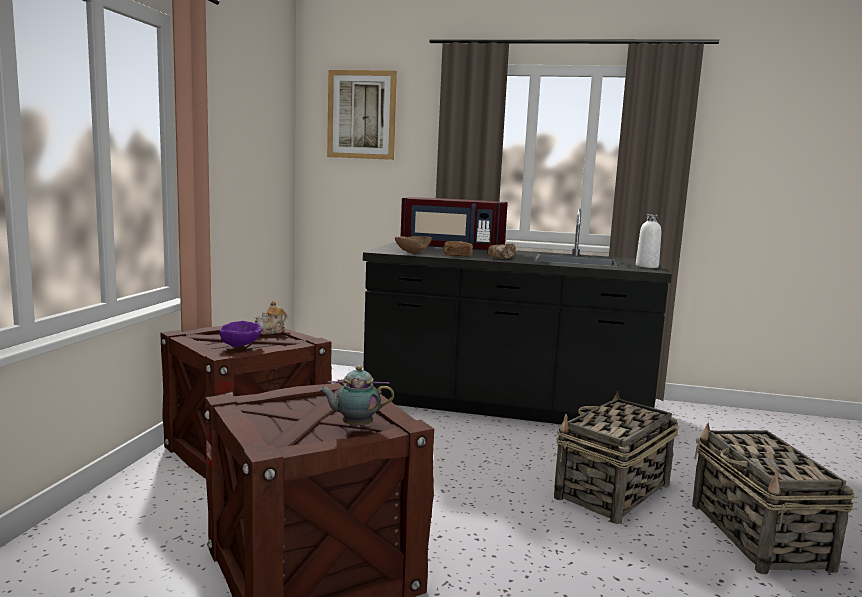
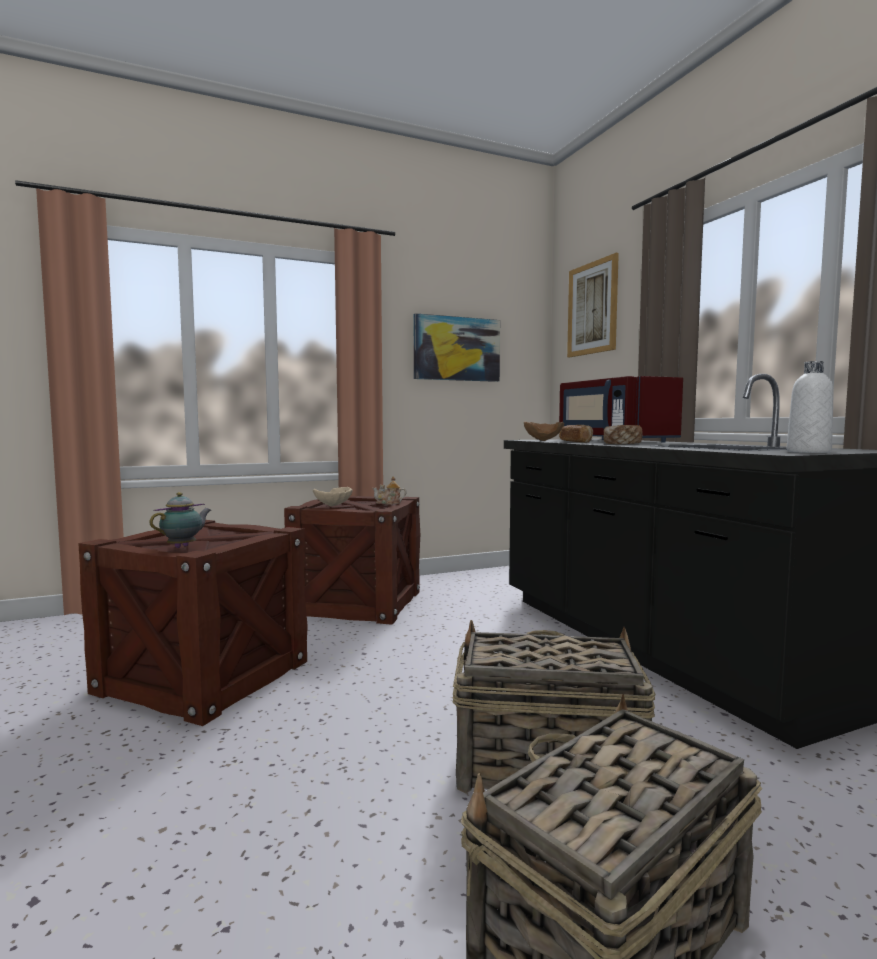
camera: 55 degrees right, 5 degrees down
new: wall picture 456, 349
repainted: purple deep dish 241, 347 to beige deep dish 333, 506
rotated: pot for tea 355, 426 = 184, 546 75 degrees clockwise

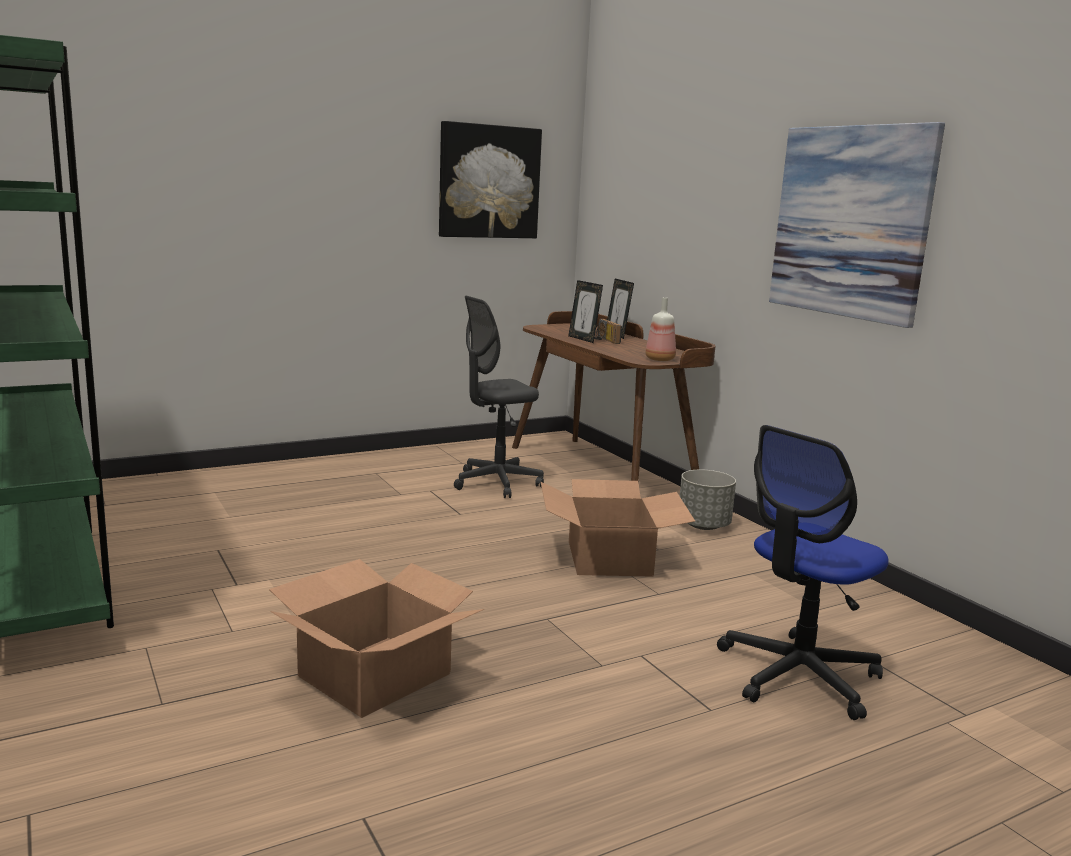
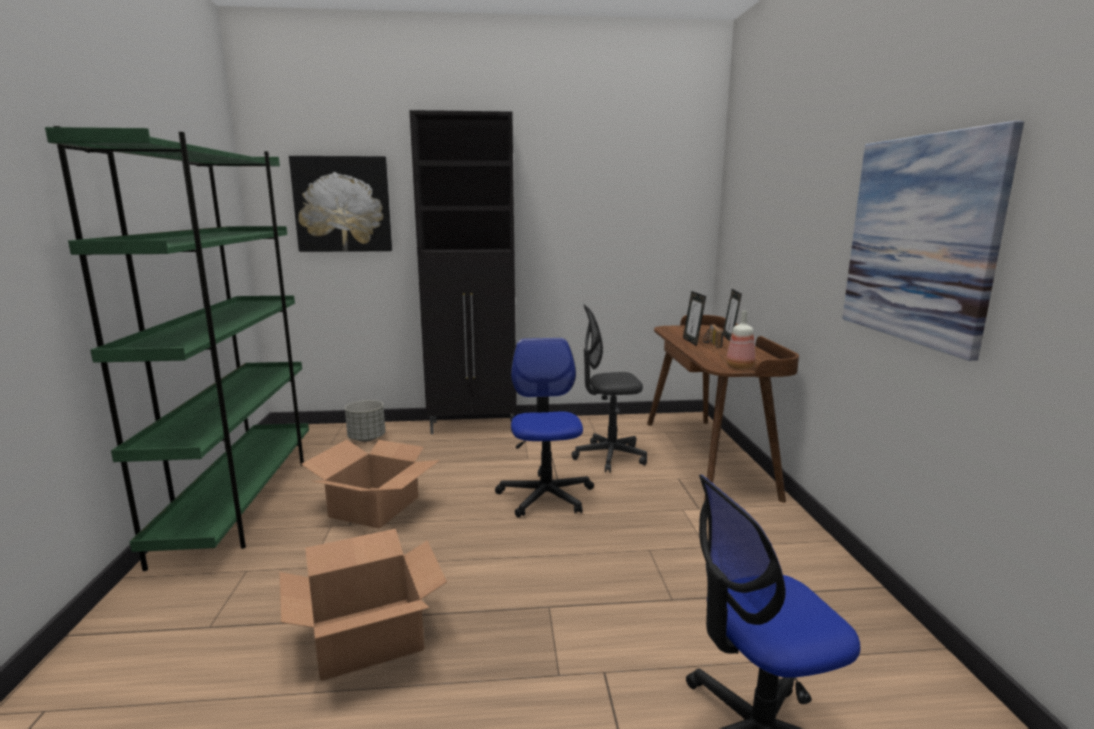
camera: 25 degrees right, 0 degrees up
new: blackish cabinet 474, 426; computer chair 545, 496
shifted: wall picture 489, 182 to 342, 204; cardboard box 610, 558 to 375, 507; greyish planter 703, 525 to 367, 438

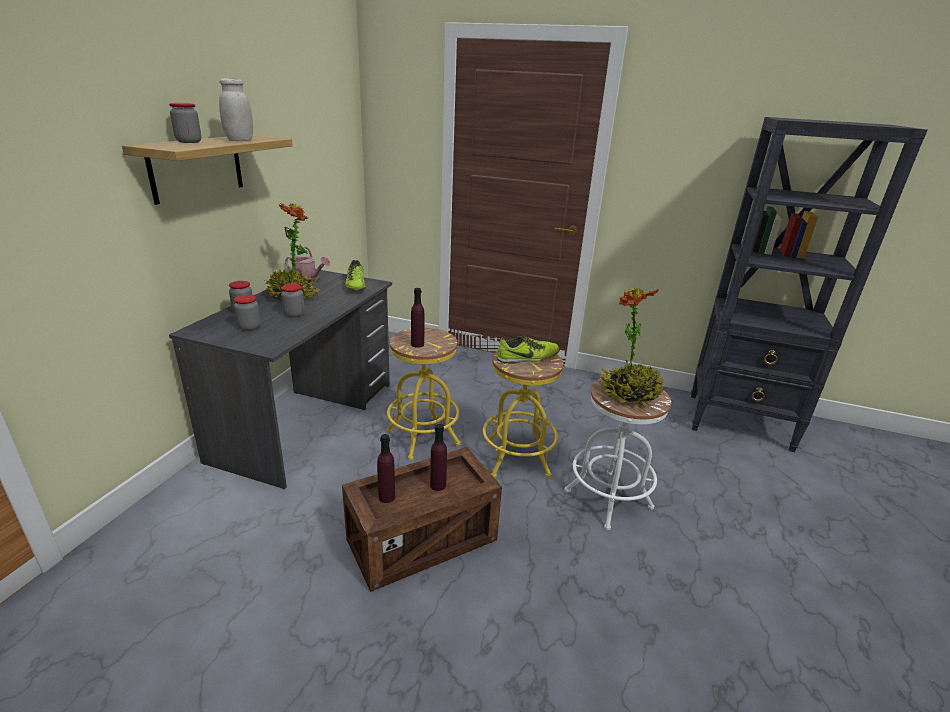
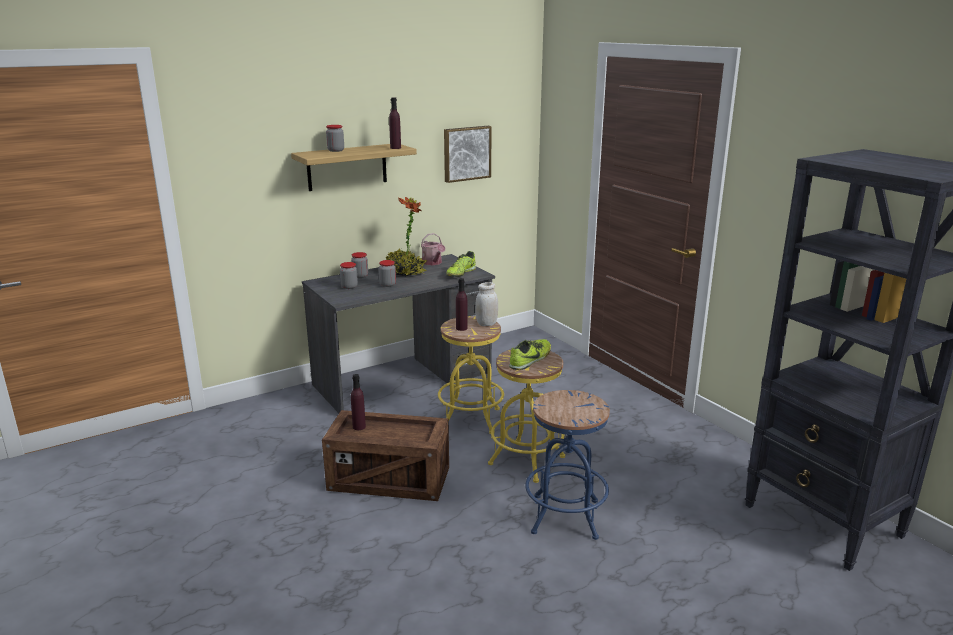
camera: 40 degrees right, 5 degrees down
gone: potted plant 629, 394
new: wall picture 466, 153
shifted: purple beverage bottle 438, 485 to 395, 148; white-coloured preserve jar 240, 140 to 486, 324
repainted: white-coloured sitting stool 608, 499 to blue sitting stool 565, 516
rotated: shoe 527, 358 = 531, 360 75 degrees counterclockwise

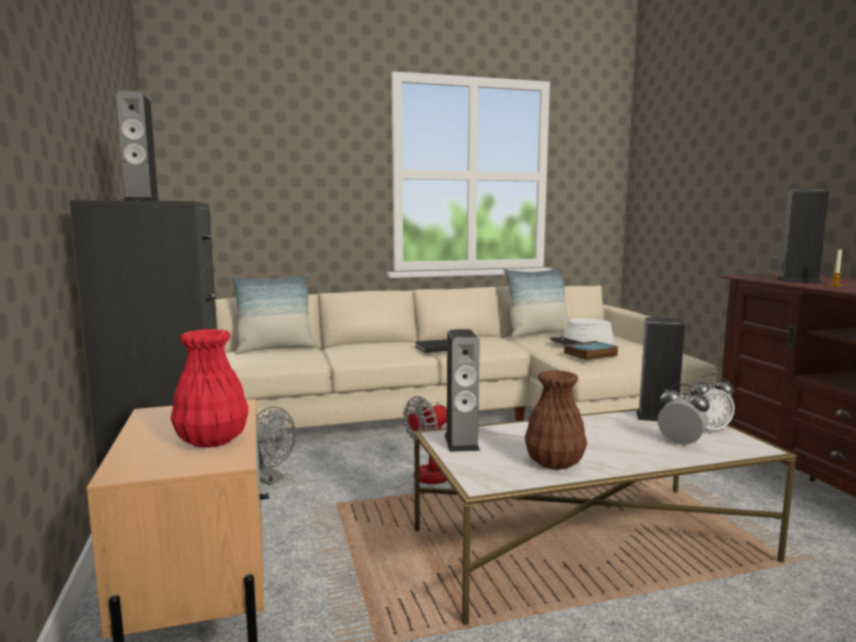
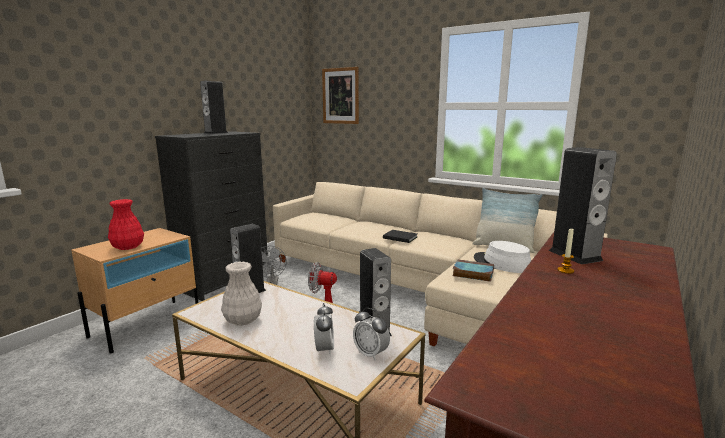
camera: 50 degrees right, 5 degrees up
gone: pillow 275, 349
new: wall picture 340, 96
repainted: brown vase 554, 463 to white-coloured vase 242, 320

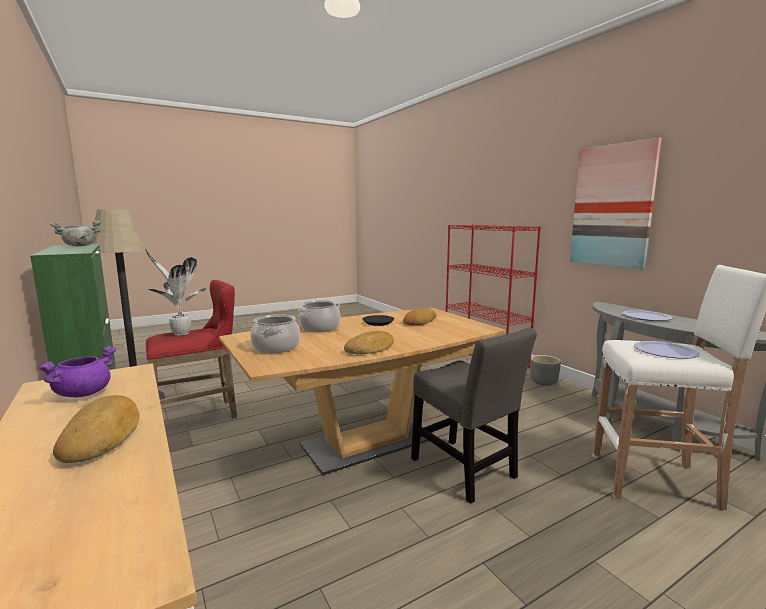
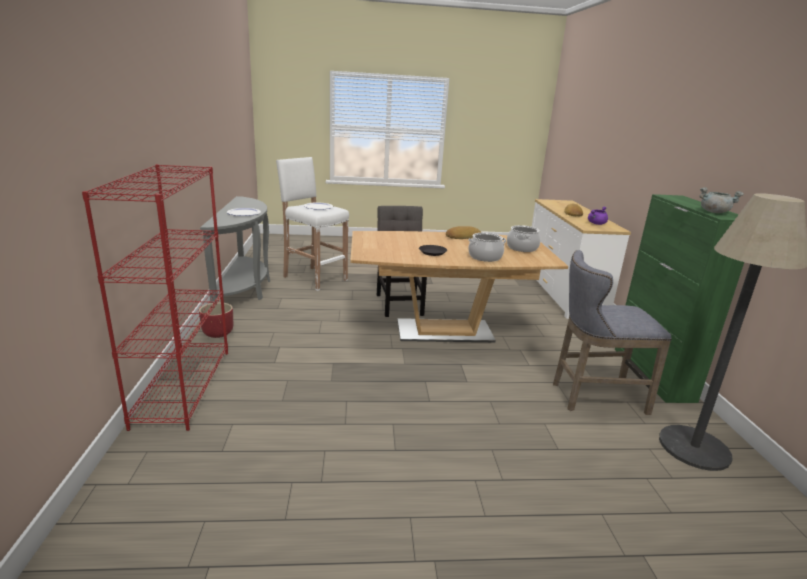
camera: 155 degrees left, 10 degrees up
gone: potted plant 179, 333; bakery bread 419, 321; wall picture 612, 206
repainted: greyish planter 544, 382 to reddish planter 218, 333; reddish sitting stool 200, 416 to greyish sitting stool 593, 397

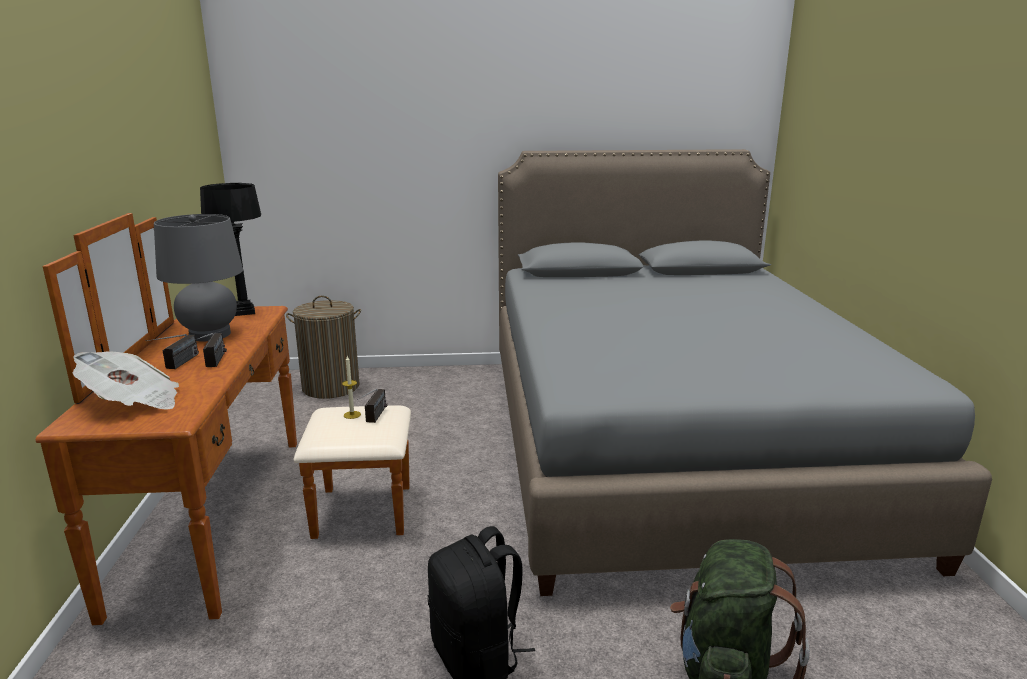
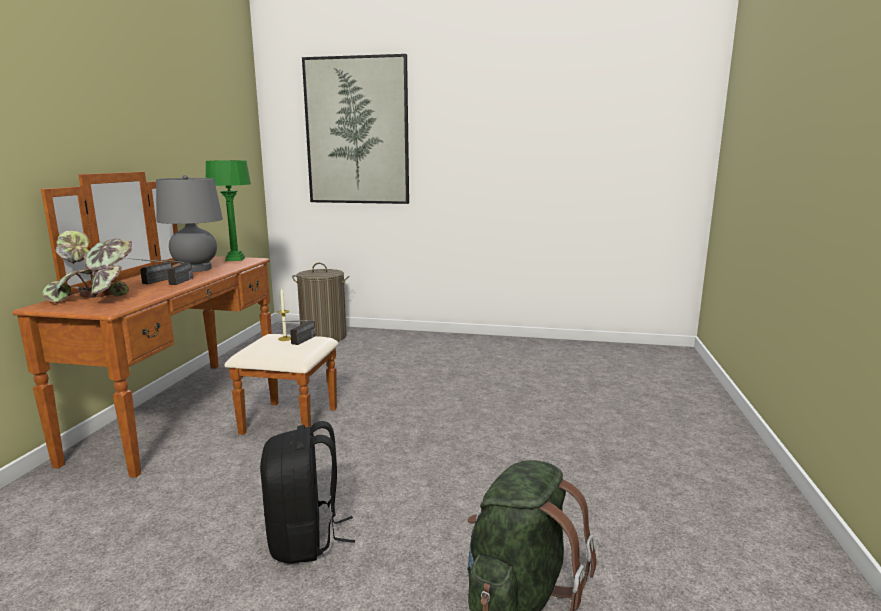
camera: 15 degrees right, 5 degrees down
gone: greyish bed 668, 443
new: wall picture 357, 131
swapped: daily paper 134, 403 to potted plant 96, 298
repainted: blackish tabletop lamp 244, 312 to green tabletop lamp 235, 259

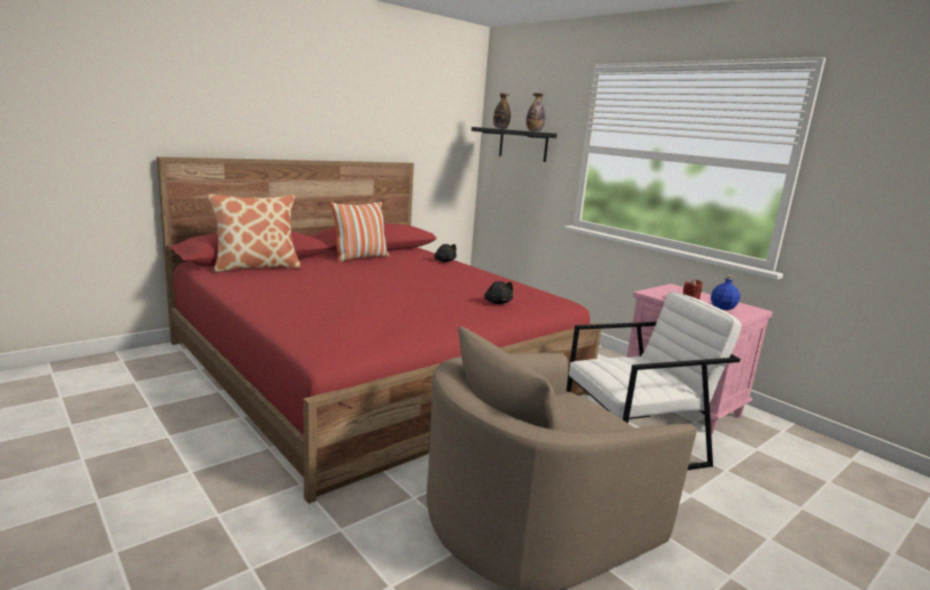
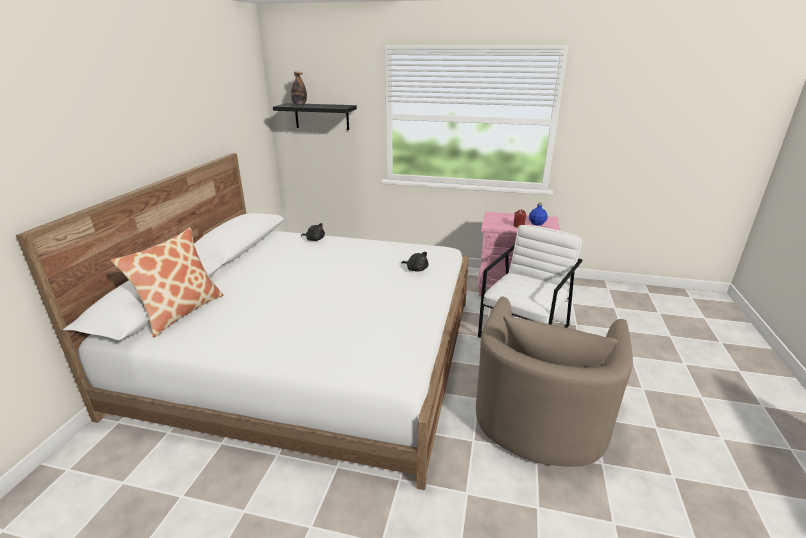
camera: 35 degrees left, 10 degrees up
gone: pillow 360, 258; beverage bottle 534, 131
repainted: reddish bed 373, 367 to white-coloured bed 311, 352

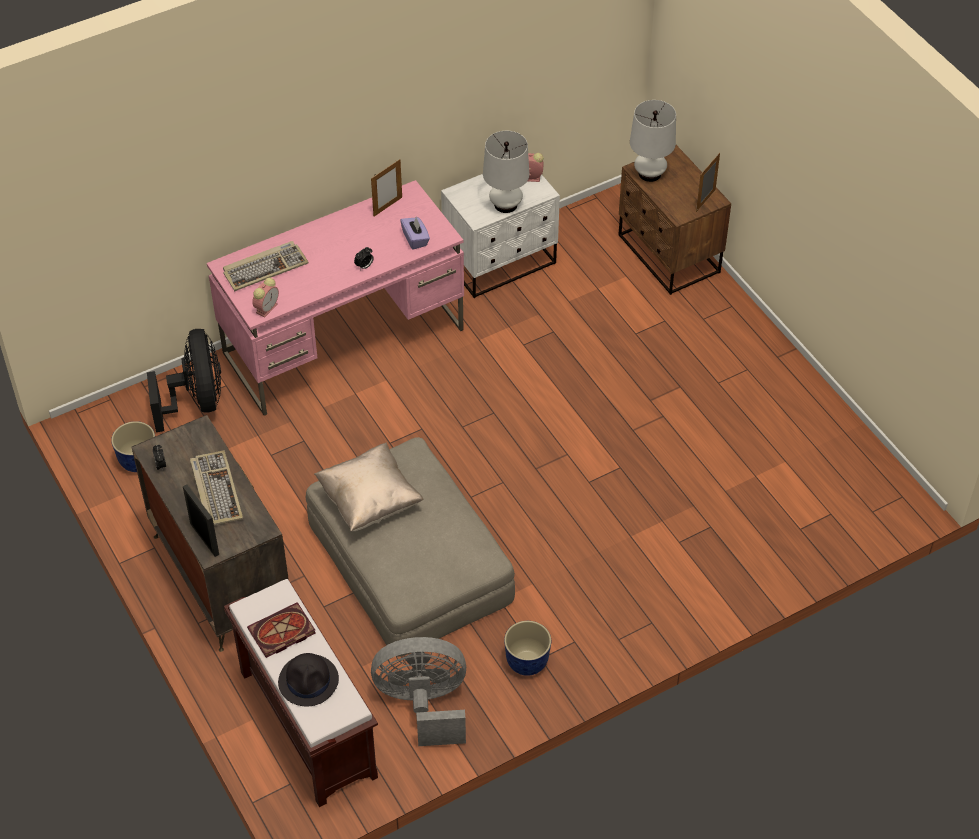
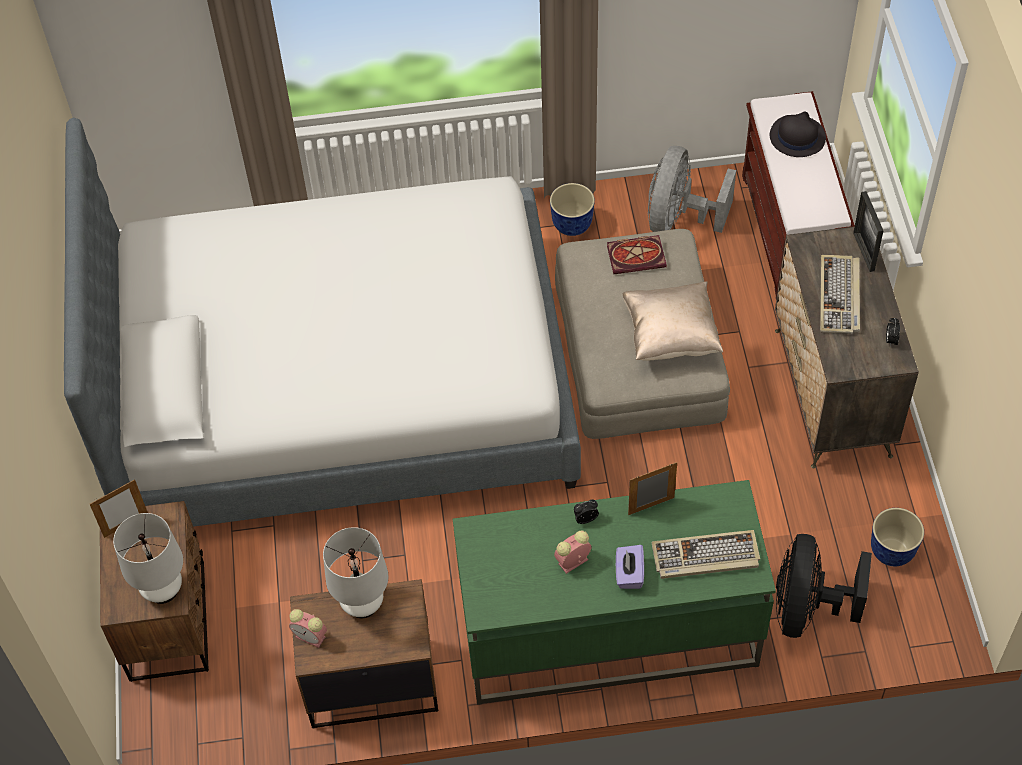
camera: 155 degrees left, 5 degrees up
new: bed 340, 386
shifted: alarm clock 267, 307 to 572, 562; bound book 281, 633 to 637, 255; purple tissue box 415, 239 to 629, 574; standing frame 387, 206 to 651, 506
repainted: white-coloured bedside table 501, 262 to brown bedside table 370, 682; pinkish desk table 344, 341 to green desk table 607, 632
rotated: greyish fan 424, 704 = 679, 219 90 degrees clockwise

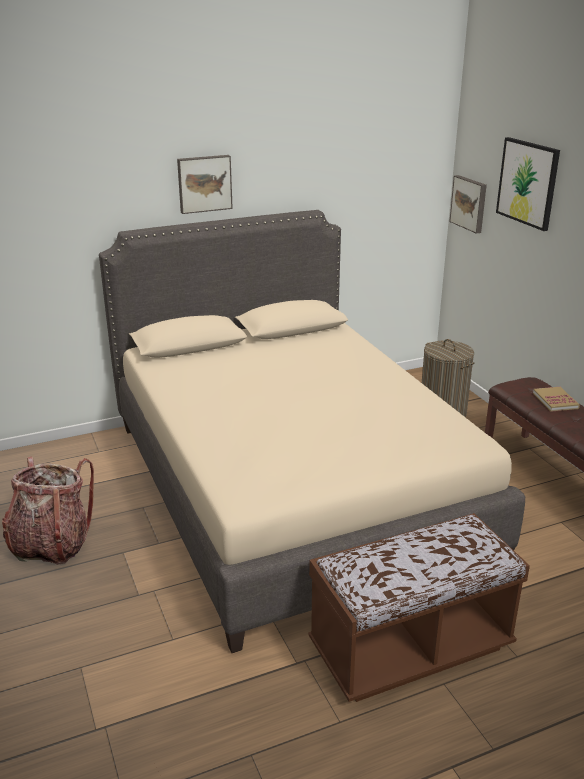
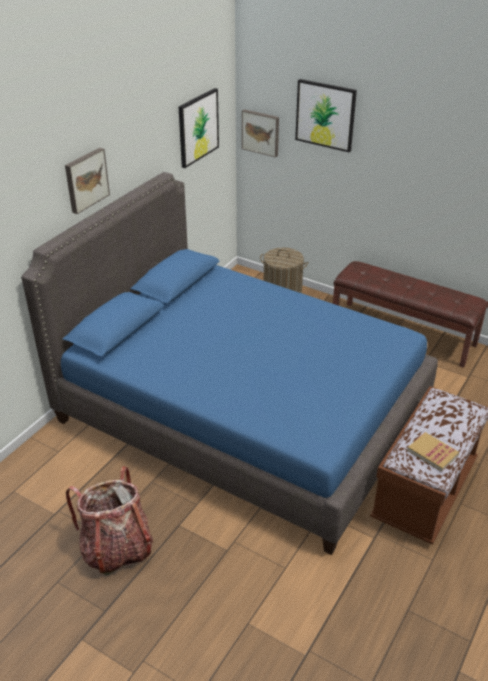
camera: 35 degrees left, 10 degrees up
new: wall picture 198, 127
shifted: bound book 555, 401 to 432, 453
repainted: beige bed 290, 488 to blue bed 242, 414

